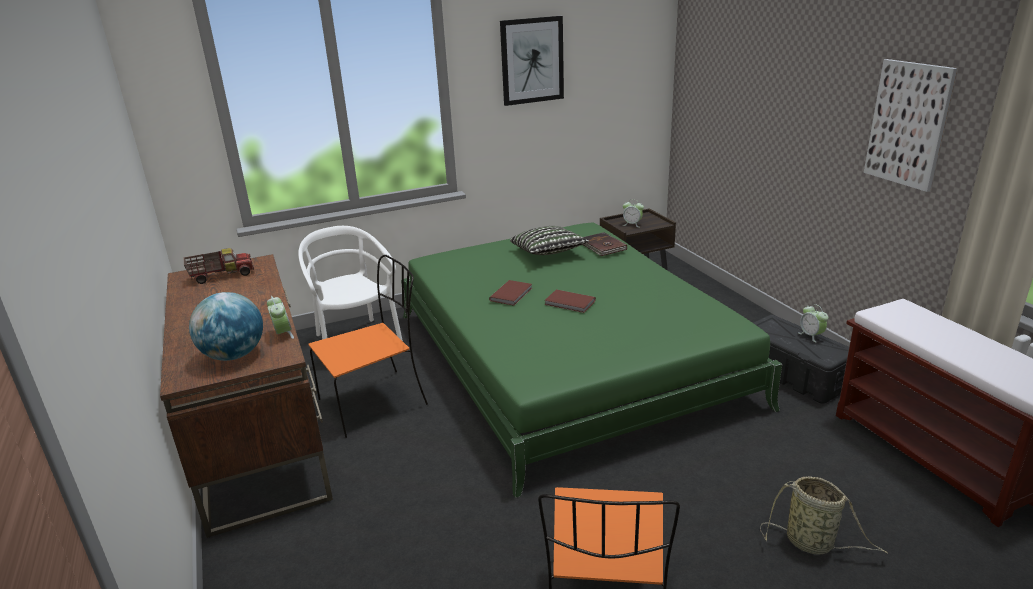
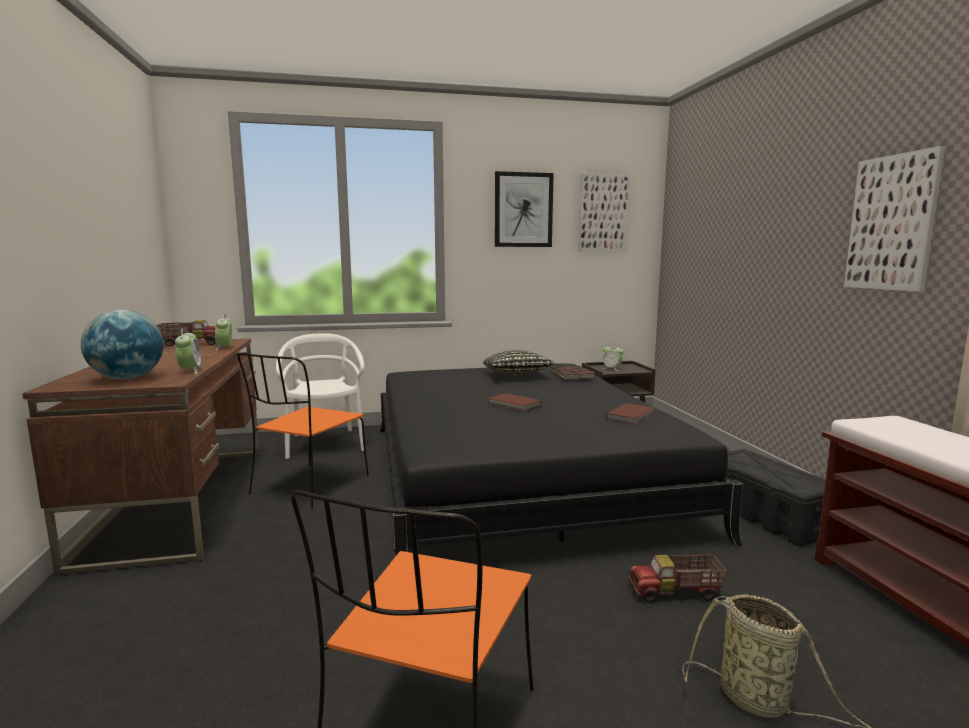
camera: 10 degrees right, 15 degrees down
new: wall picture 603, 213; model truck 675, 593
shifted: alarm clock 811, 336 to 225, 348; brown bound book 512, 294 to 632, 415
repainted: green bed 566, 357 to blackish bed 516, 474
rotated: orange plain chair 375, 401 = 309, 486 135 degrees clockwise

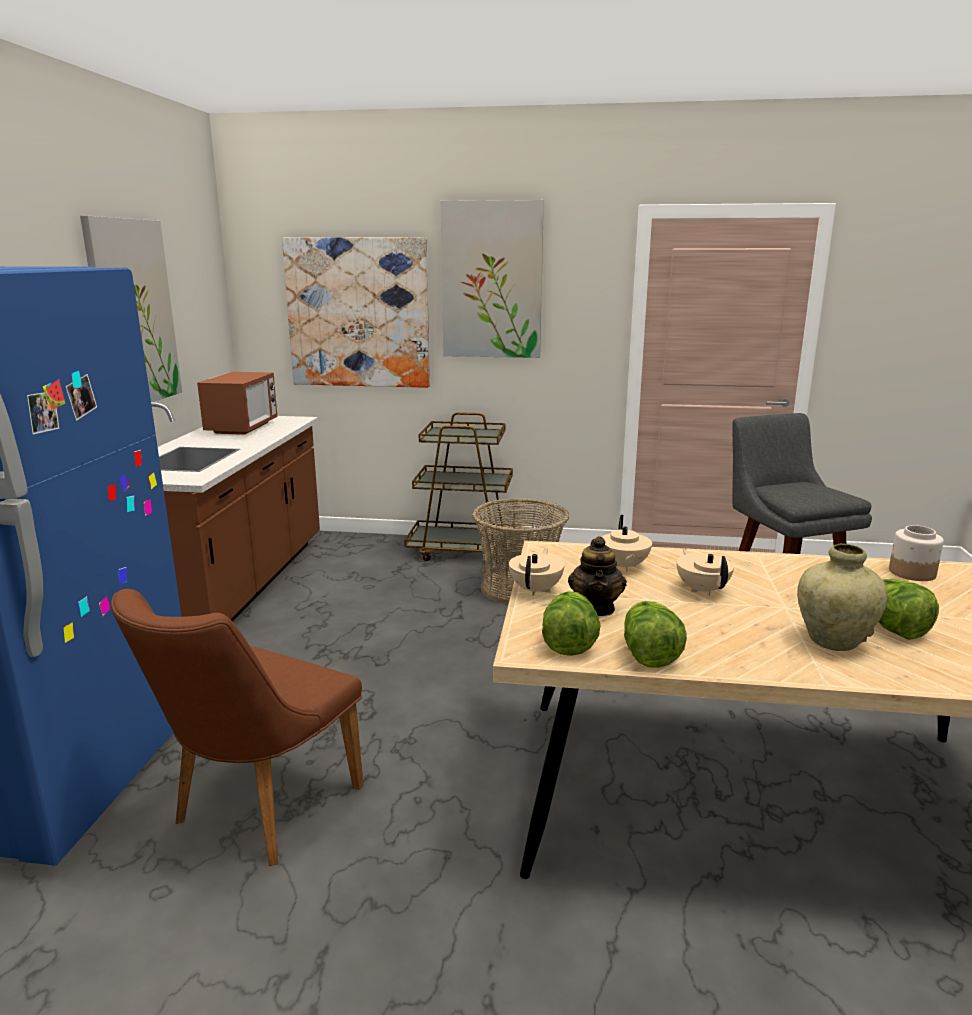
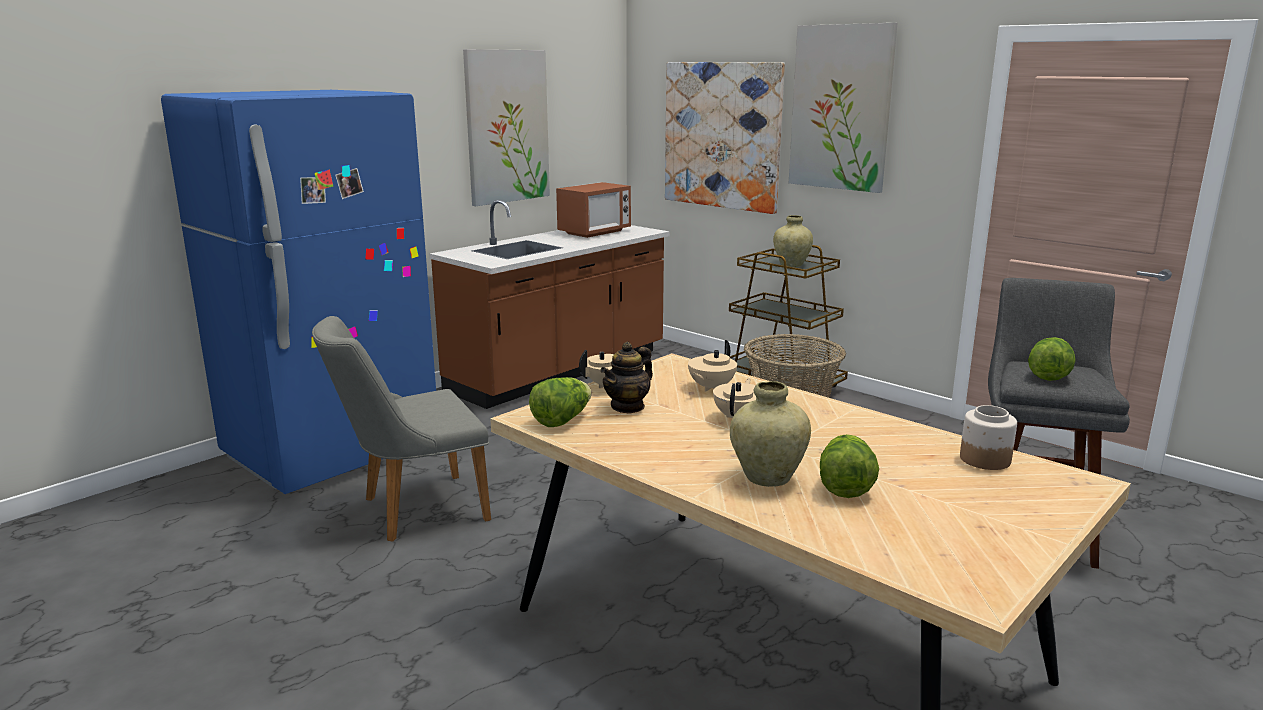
camera: 35 degrees right, 0 degrees up
new: beige vase 791, 265
shifted: head of lettuce 648, 655 to 1049, 375
repainted: brown plain chair 255, 812 to greyish plain chair 413, 510

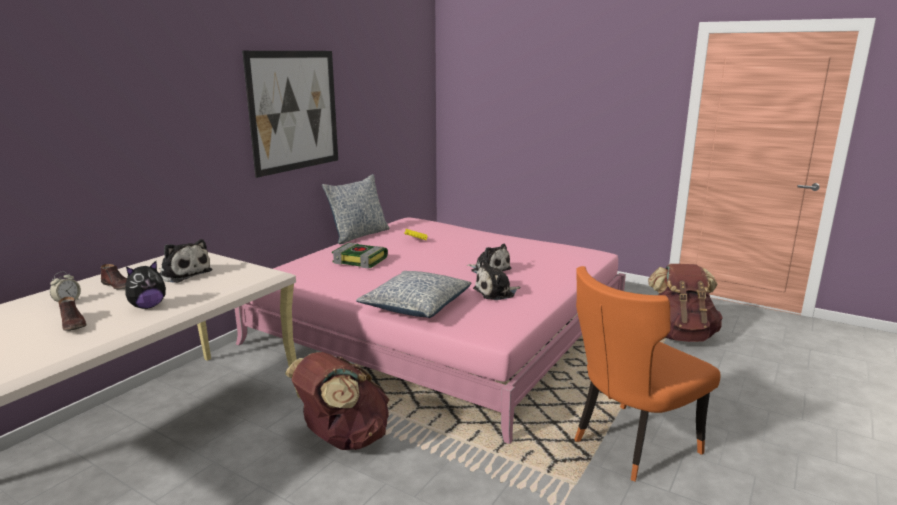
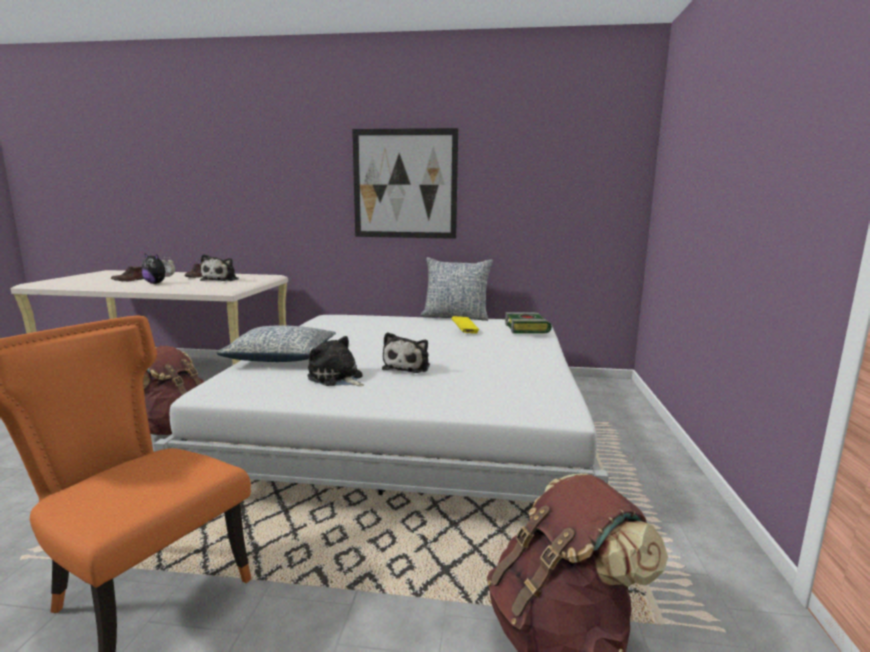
camera: 65 degrees right, 5 degrees down
shifted: bound book 361, 260 to 527, 329
repainted: pinkish bed 442, 326 to white-coloured bed 410, 423

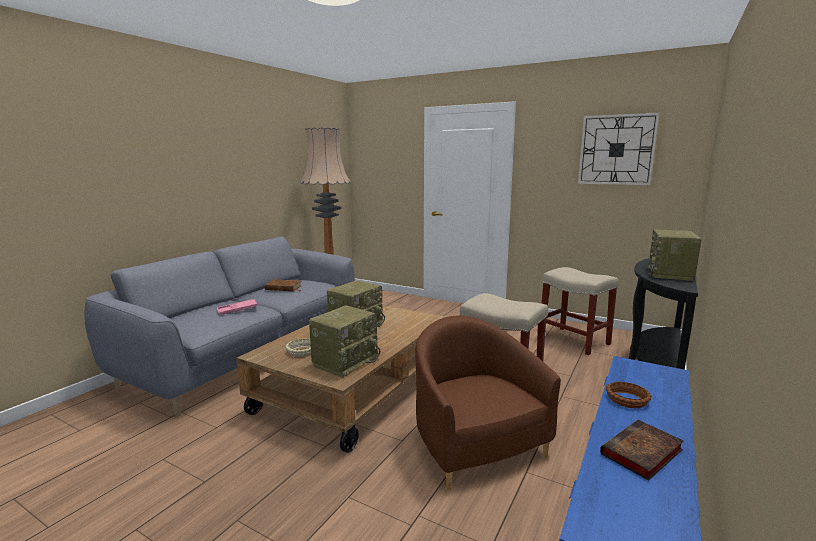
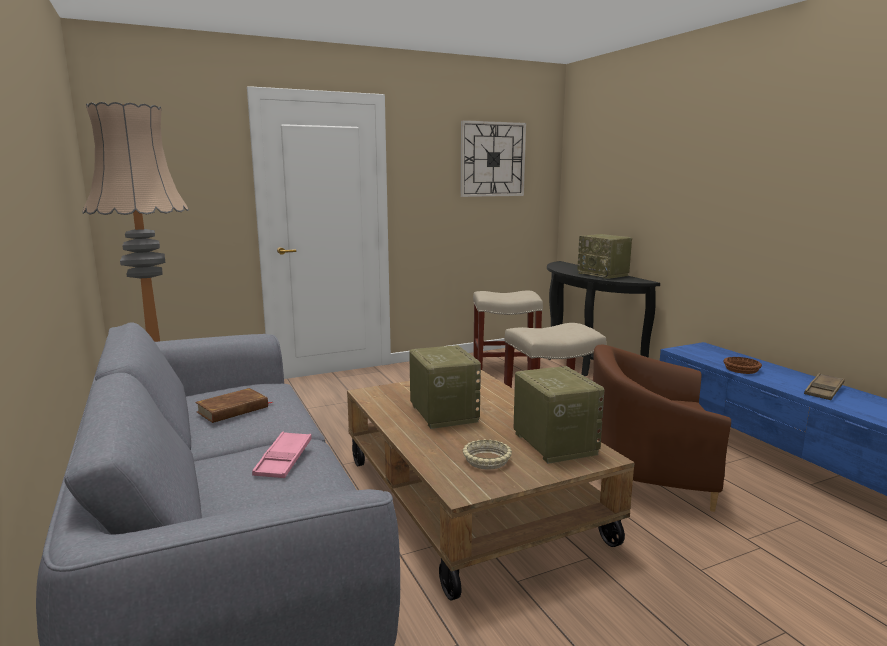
camera: 55 degrees left, 0 degrees up
swapped: bound book 641, 453 to brown tray 824, 391

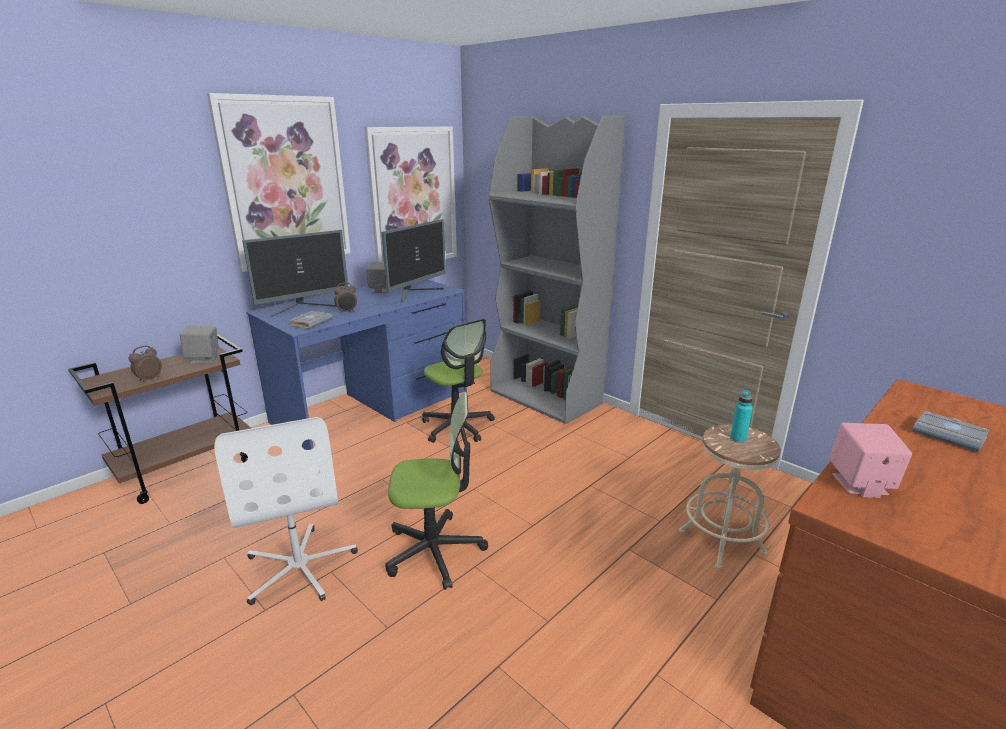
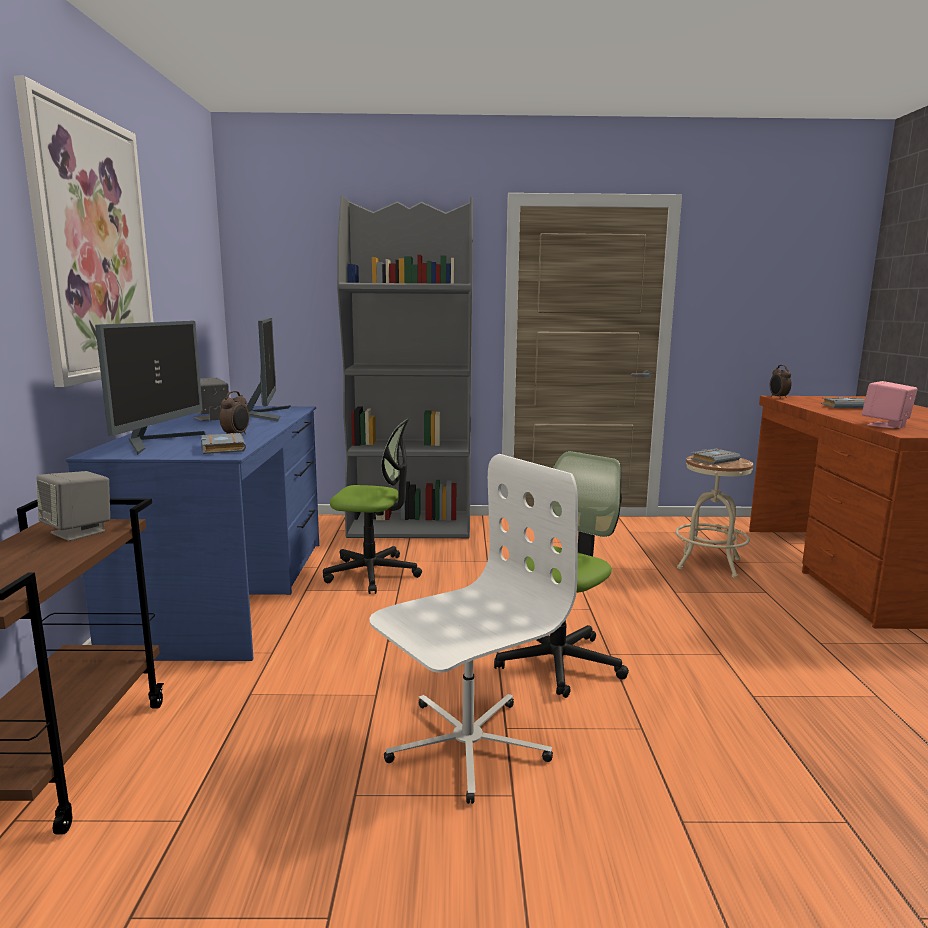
camera: 45 degrees left, 10 degrees down
gone: wall picture 413, 198
shifted: alarm clock 149, 379 to 778, 397
swapped: blue-green beverage bottle 738, 439 to greyish bound book 714, 459
rotated: white-coloured computer chair 300, 566 = 466, 744 60 degrees counterclockwise

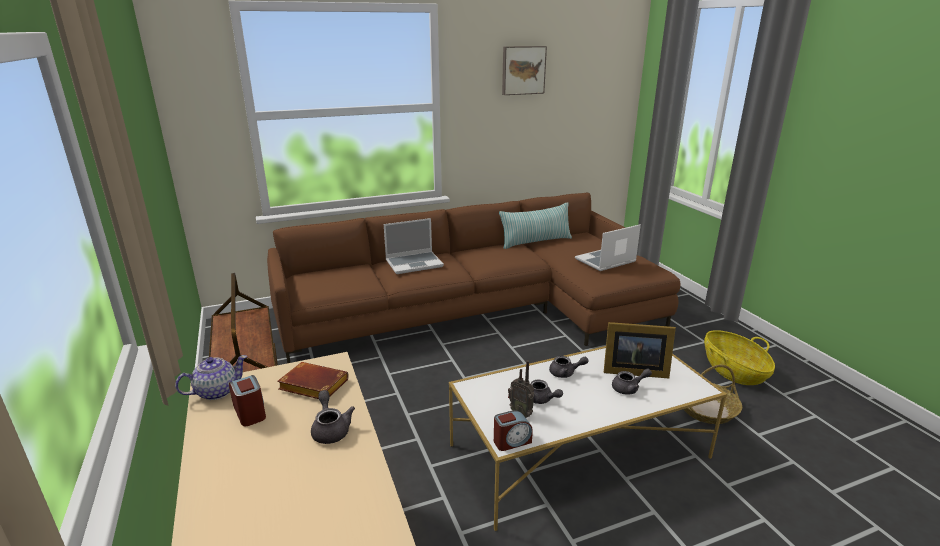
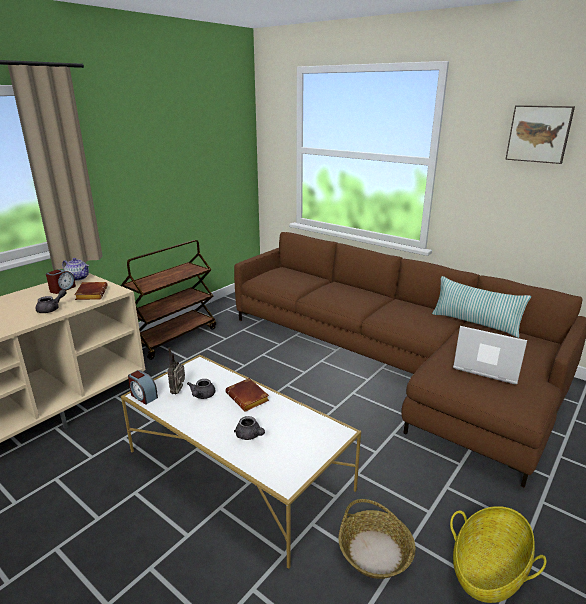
camera: 60 degrees right, 0 degrees up
gone: notebook computer 414, 263; standing frame 632, 370
swapped: greyish pot for tea 565, 373 to brown bound book 249, 398

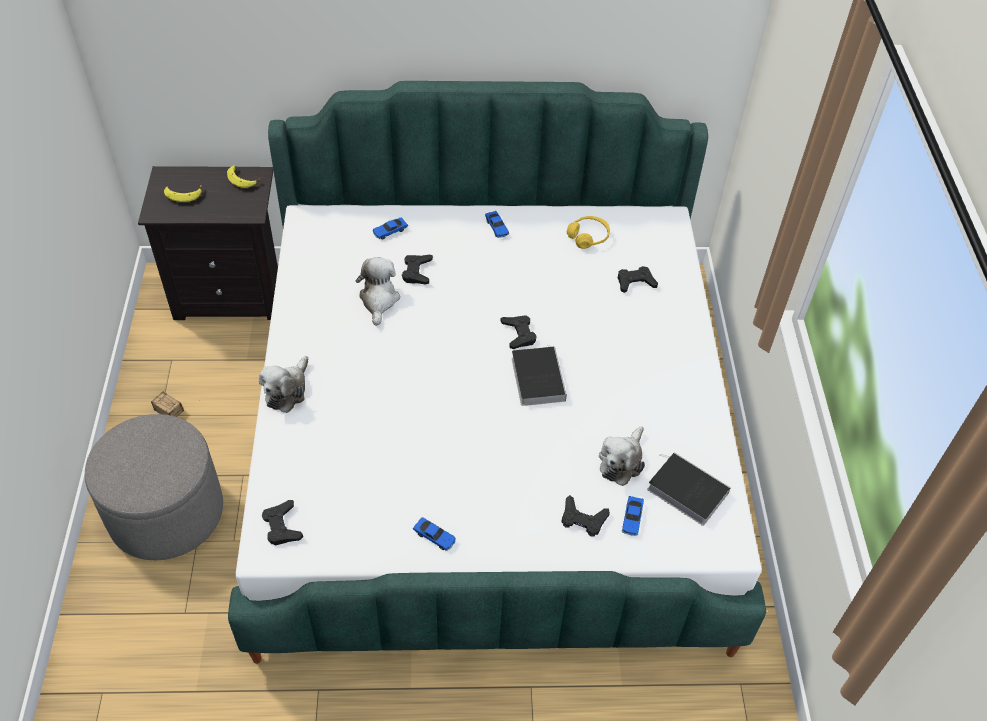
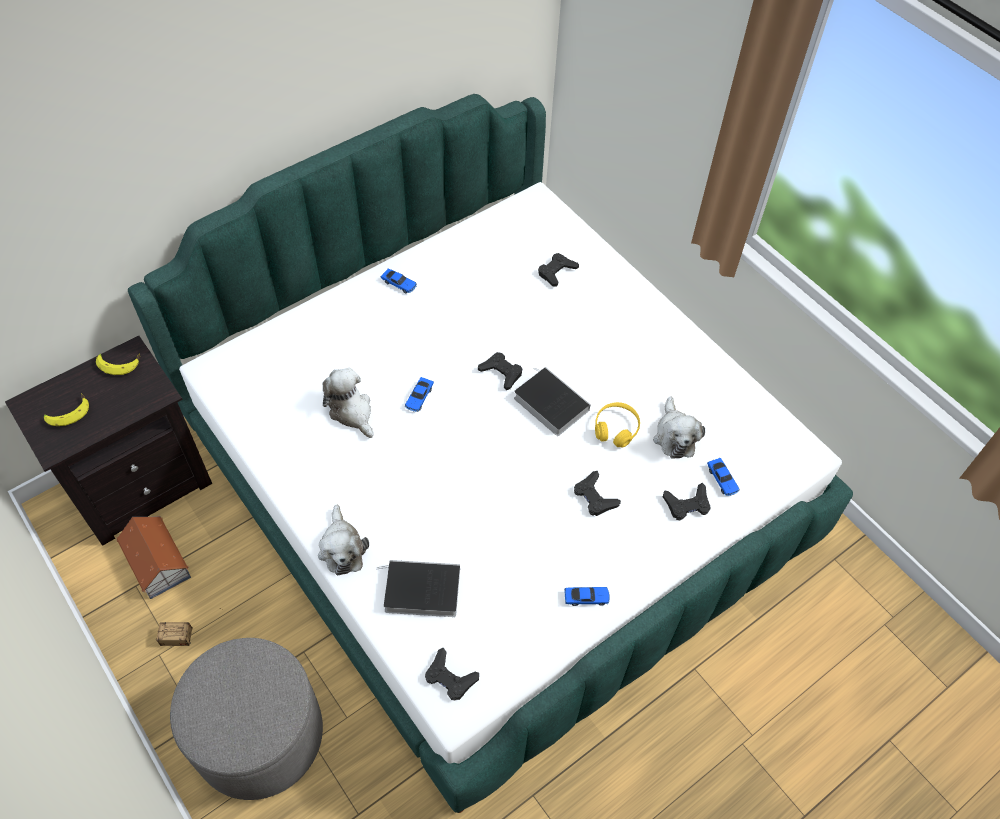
camera: 35 degrees left, 5 degrees up
new: toy house 157, 563
shifted: bound book 685, 490 to 420, 591; toy car 390, 231 to 419, 397; blackish game controller 417, 272 to 594, 497; yellow pair of headphones 588, 237 to 616, 429

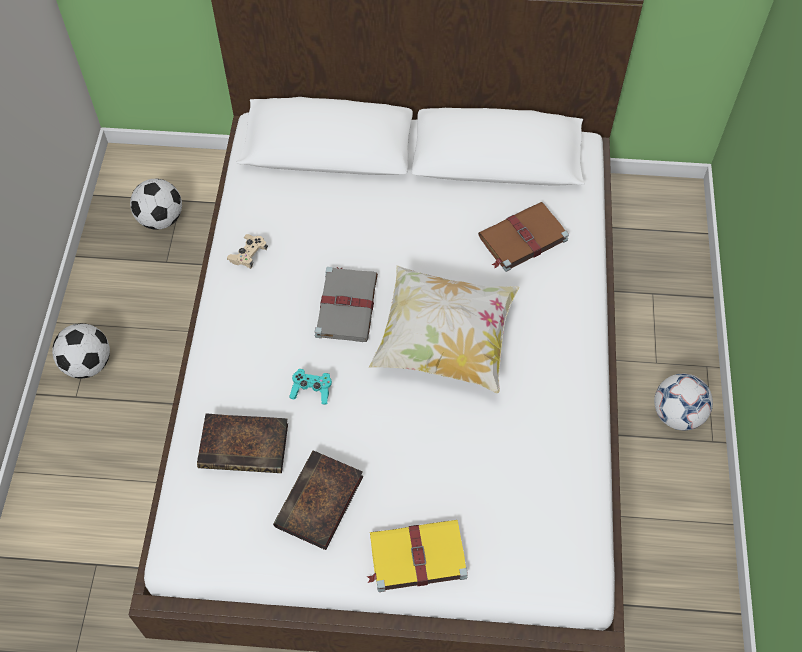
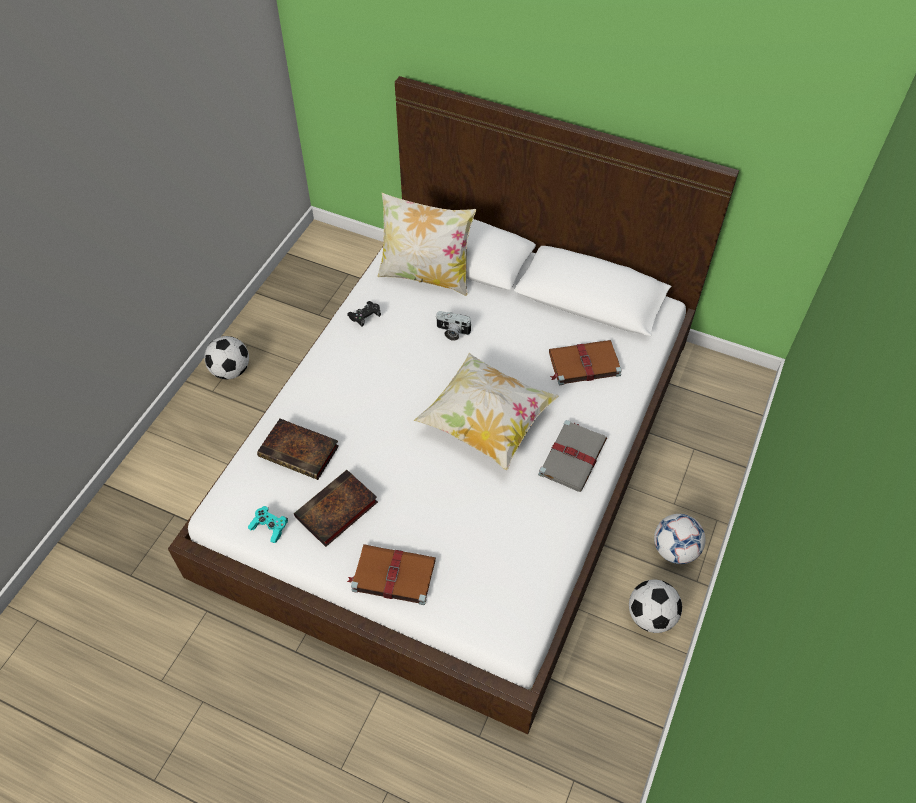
camera: 20 degrees right, 5 degrees down
new: pillow 426, 276; photo camera 452, 332
shifted: blue-green game controller 311, 390 to 269, 527; greyish bound book 346, 305 to 573, 456; football 161, 219 to 650, 616
repainted: beige game controller 248, 255 to blackish game controller 365, 317; yellow bound book 416, 557 to brown bound book 392, 575

